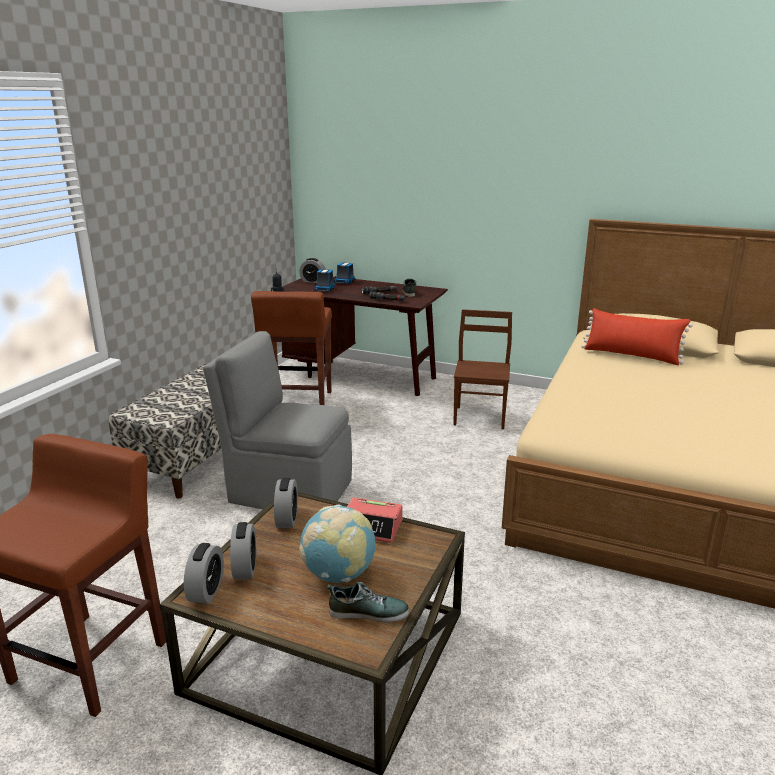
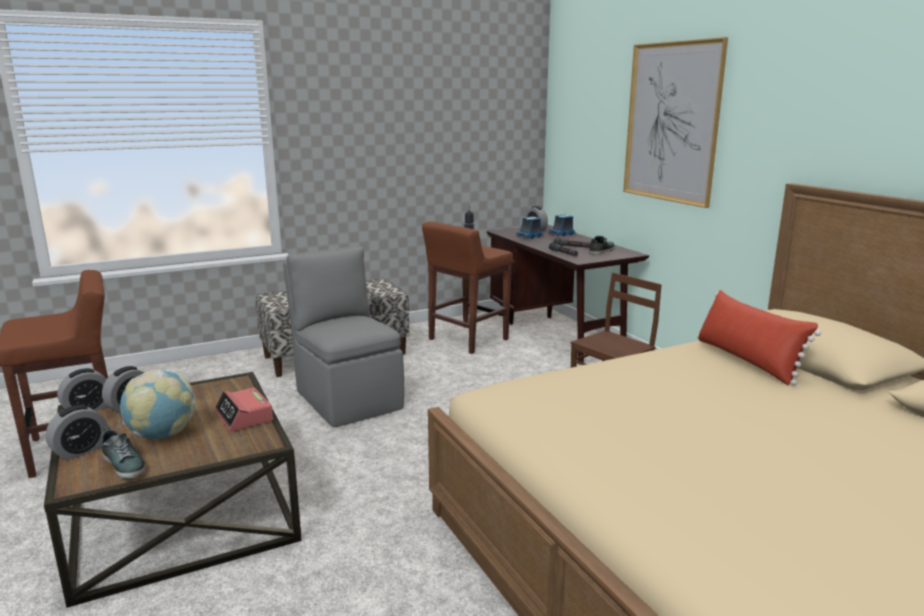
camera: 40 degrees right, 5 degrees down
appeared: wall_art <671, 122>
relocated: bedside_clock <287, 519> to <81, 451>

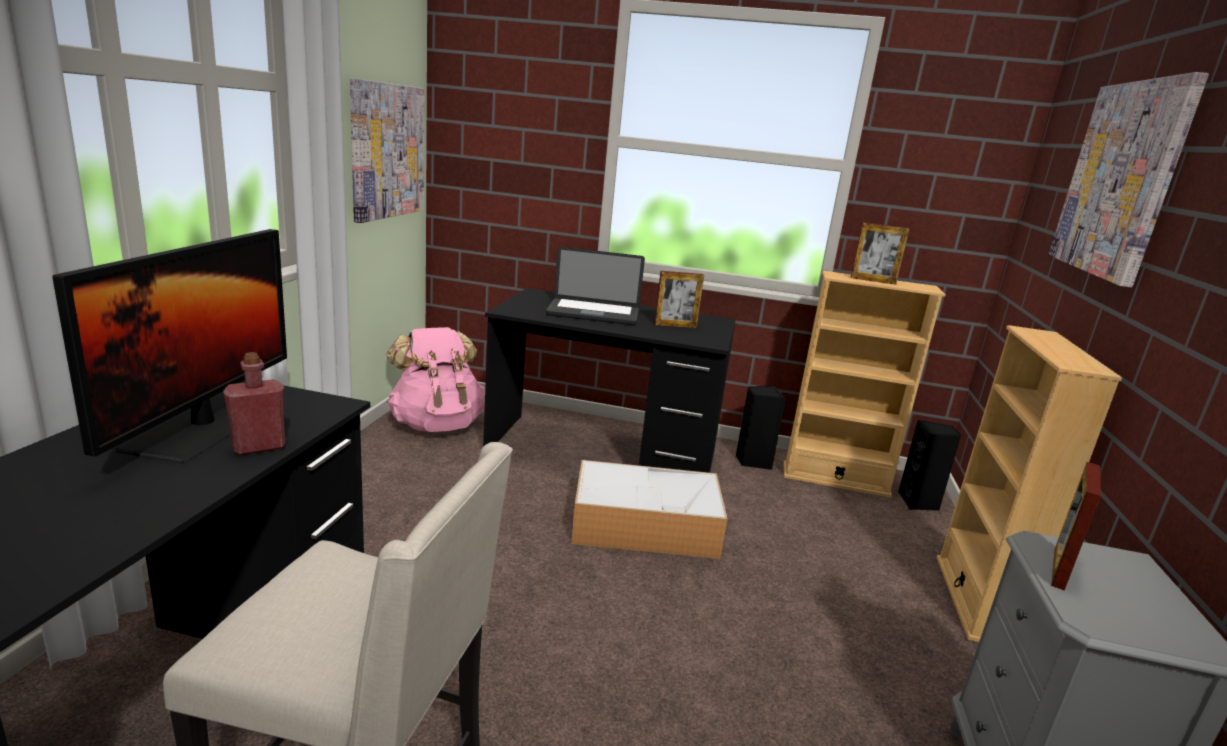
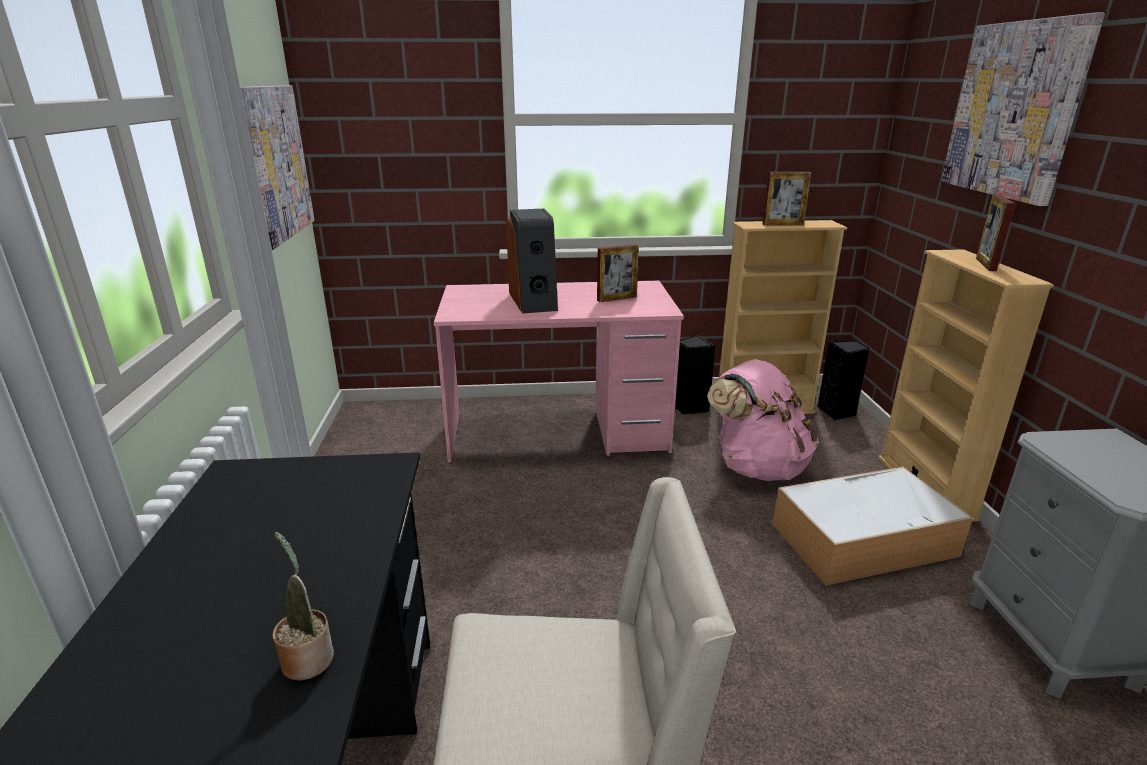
camera: 15 degrees left, 5 degrees up
missing: computer_screen <206, 425>; reddish_bottle <259, 447>
appeared: potted_plant <307, 657>
relocated: pinkish_rucksack <437, 424> to <757, 467>; storage_bin <647, 525> to <864, 539>; picture_frame <1059, 568> to <985, 264>
exchanged: notebook_computer <593, 313> to loudspeaker <534, 301>
colour: black-coloured_desk_unit <603, 454> to pinkish_desk_unit <558, 433>

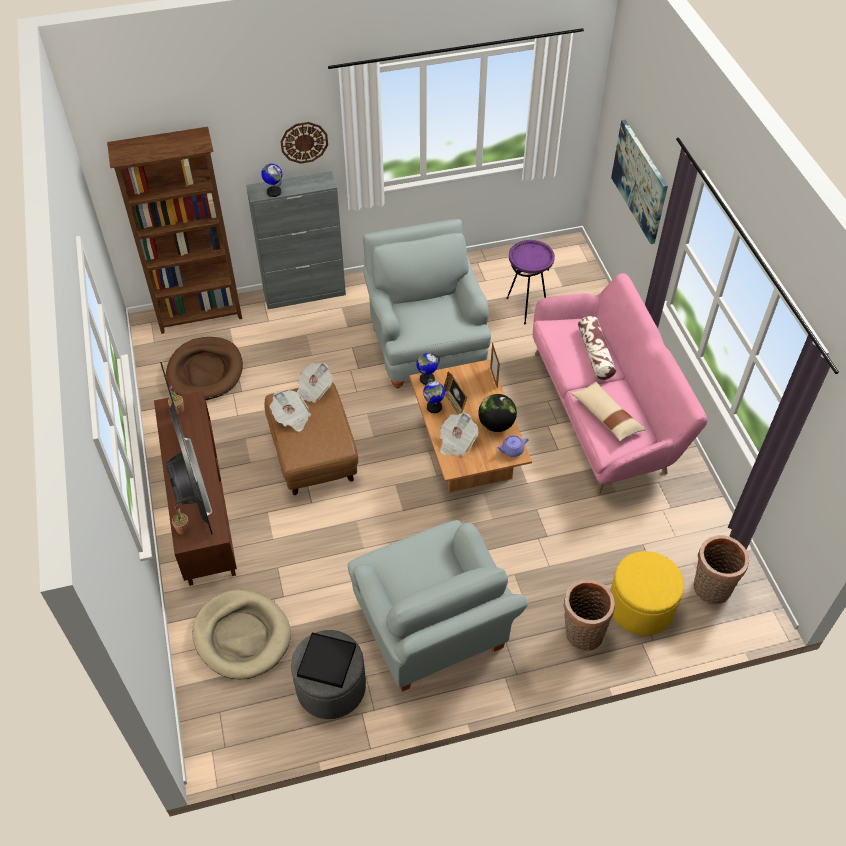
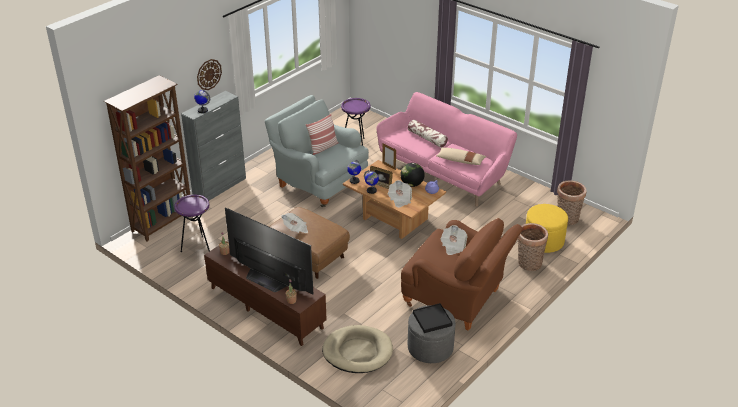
camera: 35 degrees left, 15 degrees down
missing: wall_art <640, 181>
appeared: throw_pillow <323, 147>
relocated: daily_paper <313, 389> to <453, 246>
exchanged: brownish_pet_bed <205, 371> to purple-coloured_accent_table <198, 247>
colour: greyish_armchair <432, 632> to brownish_armchair <457, 299>

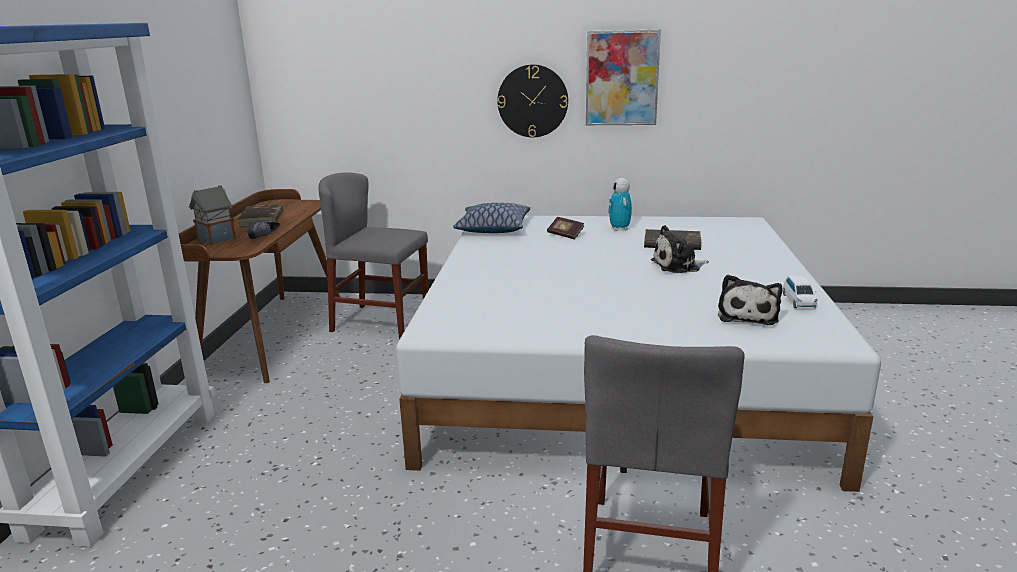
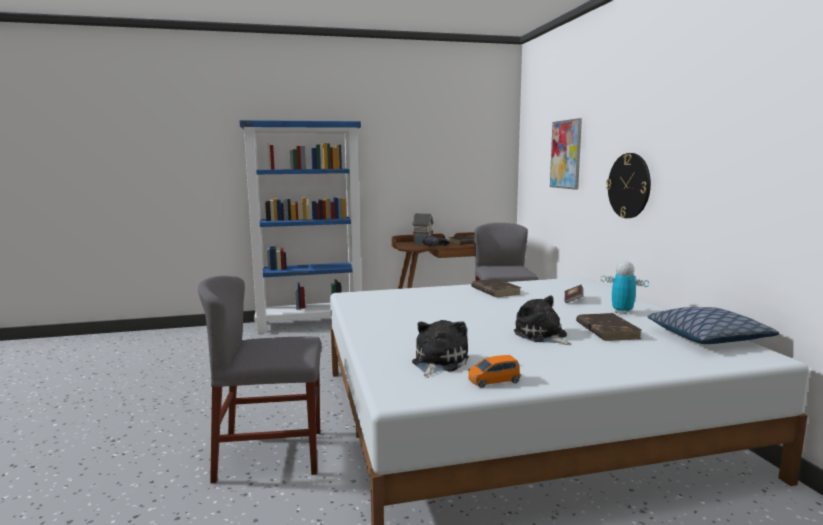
camera: 70 degrees right, 10 degrees down
appeared: brownish_volume <495, 290>
relocated: wall_art <622, 78> to <566, 154>; throw_pillow <493, 228> to <707, 337>
colour: white-coloured_model_car <798, 301> to orange_model_car <493, 381>
spun: soft_toy <747, 315> = <438, 362> 120 degrees clockwise; robot_figure <619, 229> = <622, 312> 60 degrees clockwise

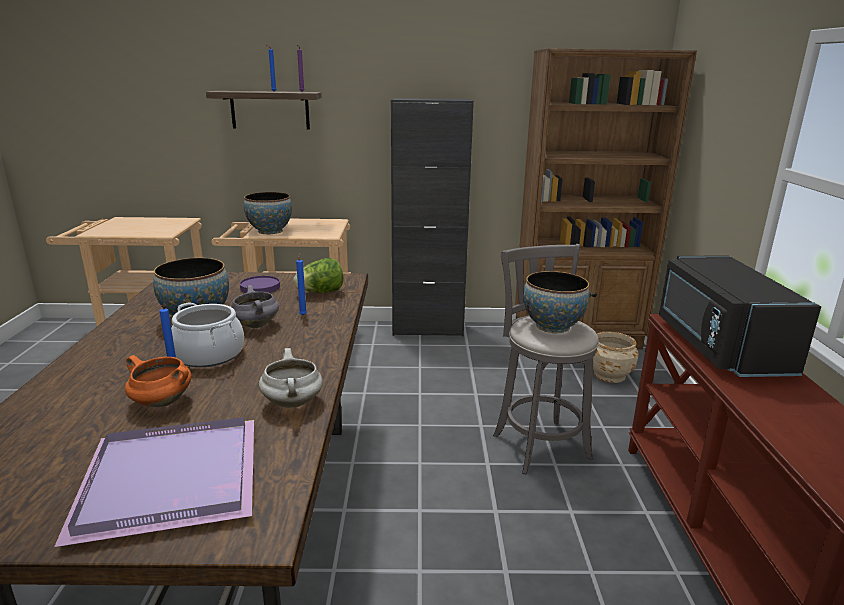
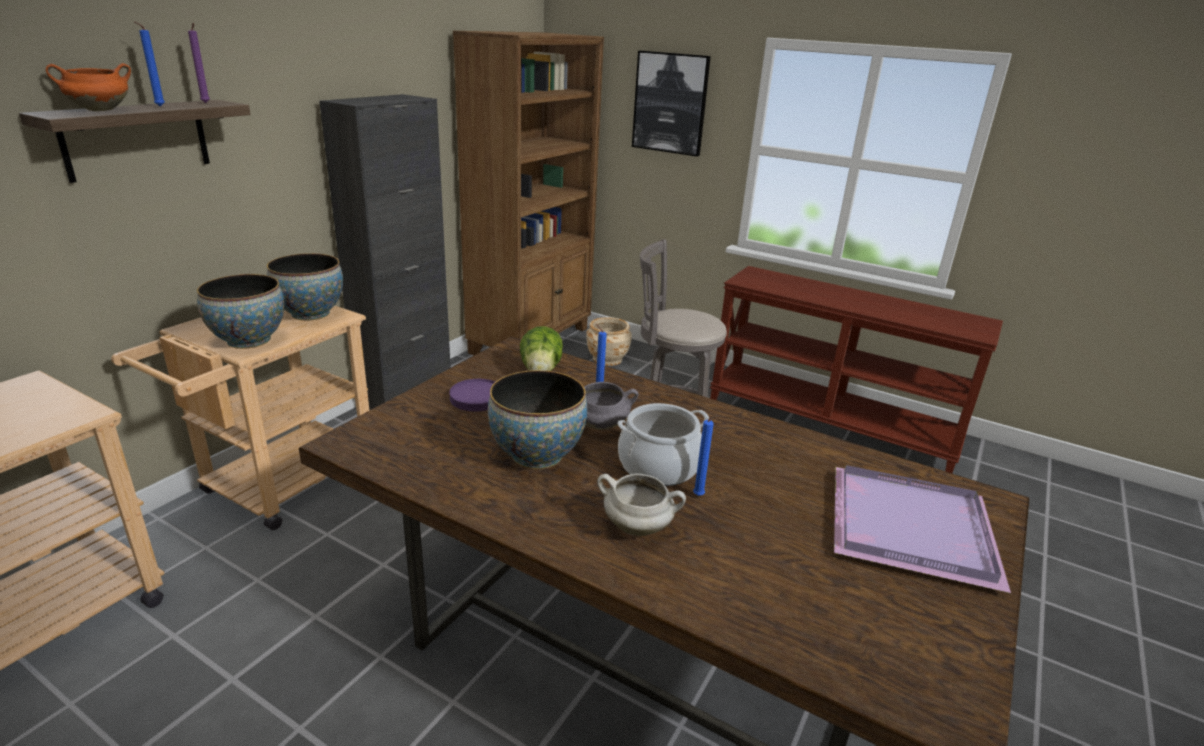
camera: 60 degrees left, 5 degrees up
missing: black-coloured_microwave_oven <717, 346>
appeared: wall_art <670, 103>
relocated: orange_saucepot <161, 402> to <99, 110>; serving_bowl <552, 326> to <310, 314>; white-coloured_saucepot <293, 403> to <638, 527>

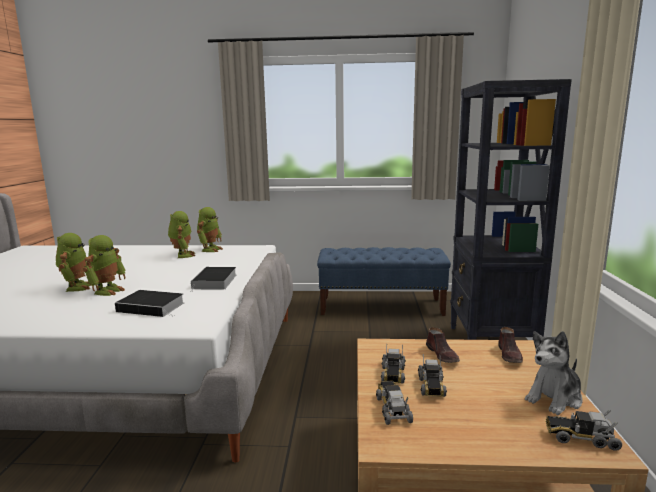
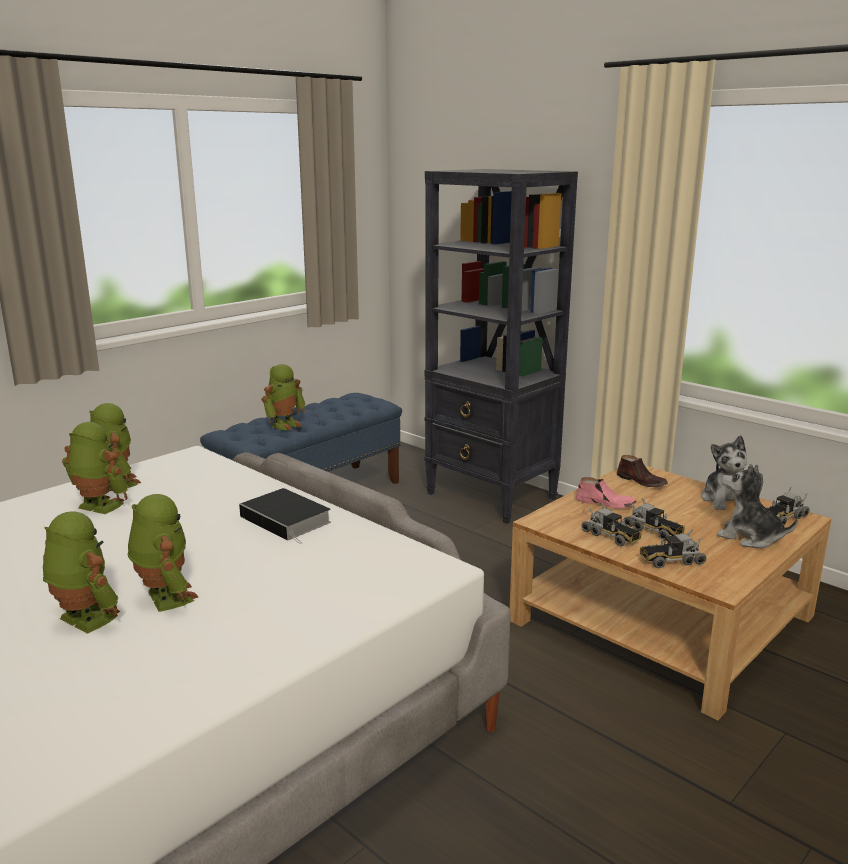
camera: 50 degrees left, 5 degrees up
missing: volume <153, 307>
appeared: robot_figure <285, 424>; soft_toy <749, 537>
colour: brownish_low_shoe <442, 355> to pinkish_low_shoe <605, 503>
spun: toy_truck <392, 408> = <671, 560> 45 degrees counterclockwise

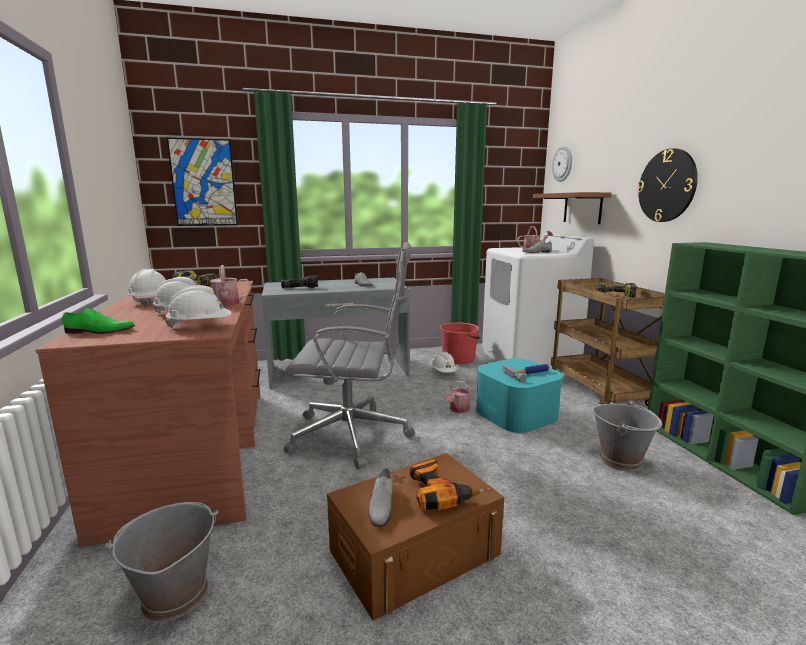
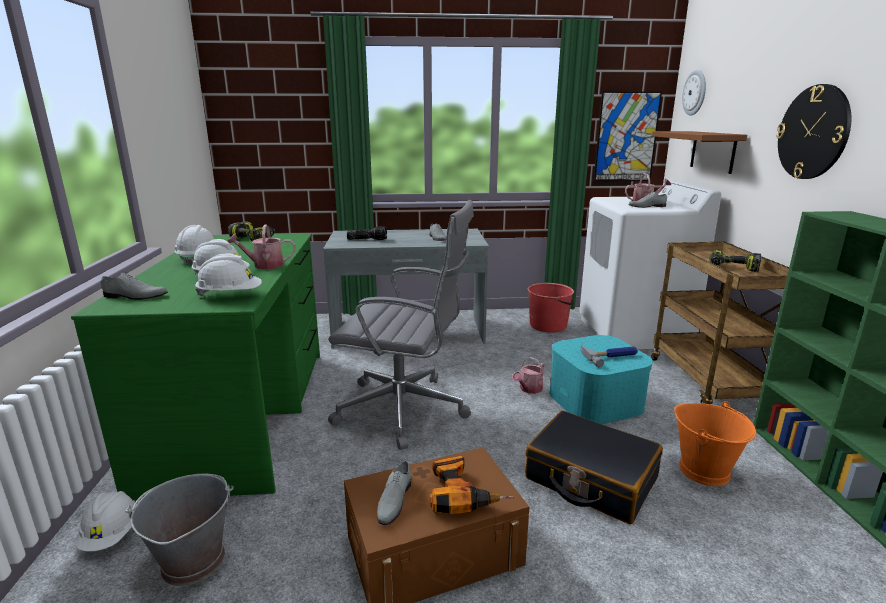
camera: 10 degrees right, 5 degrees up
appeared: black-coloured_travel_case <590, 479>
relocated: white-coloured_safety_helmet <443, 372> to <112, 535>; wall_art <203, 183> to <626, 137>
colour: brownish_desk_unit <196, 451> to green-coloured_desk_unit <244, 412>; green-coloured_low_shoe <99, 331> to greyish_low_shoe <135, 296>; greyish_bucket <621, 460> to orange_bucket <704, 470>

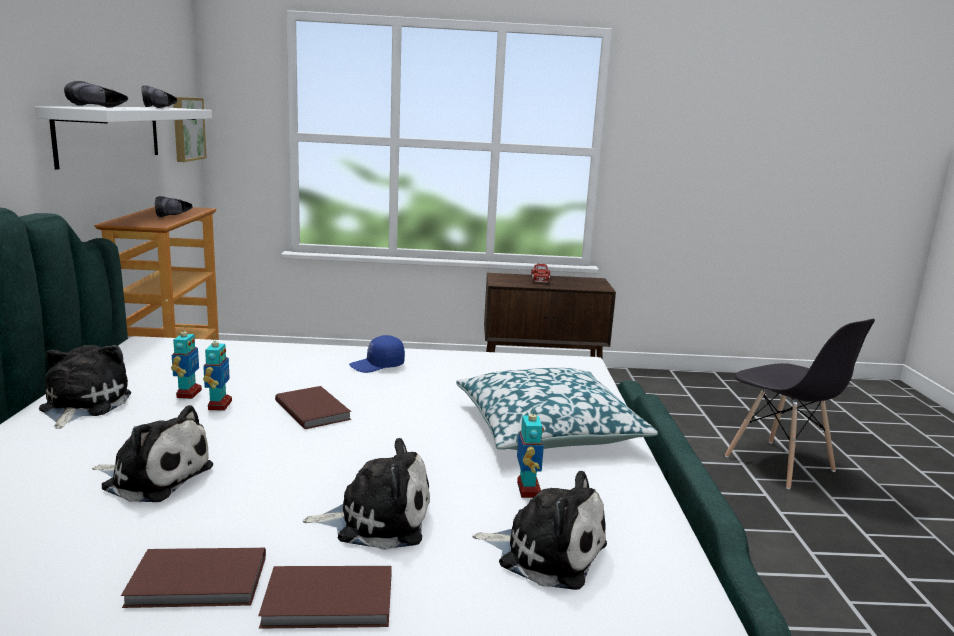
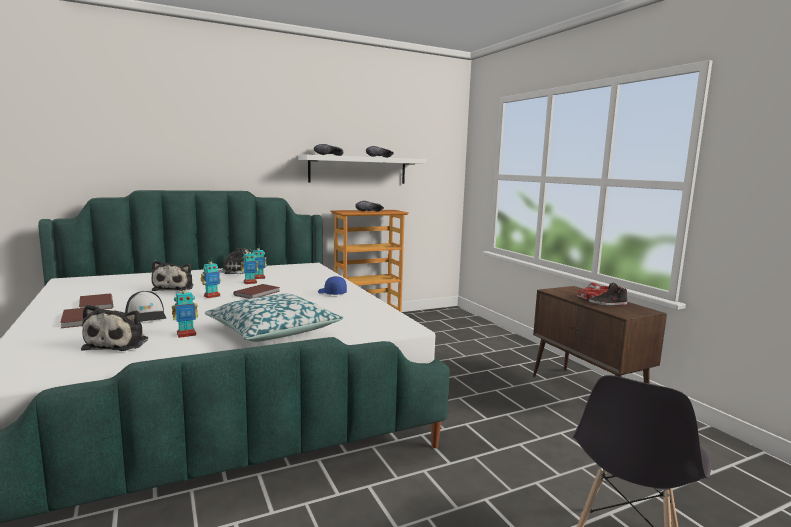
camera: 65 degrees right, 5 degrees down
missing: wall_art <186, 128>
appeared: robot_figure <212, 296>; black-coloured_low_shoe <608, 304>
exchanged: soft_toy <377, 520> to baseball_cap <146, 316>

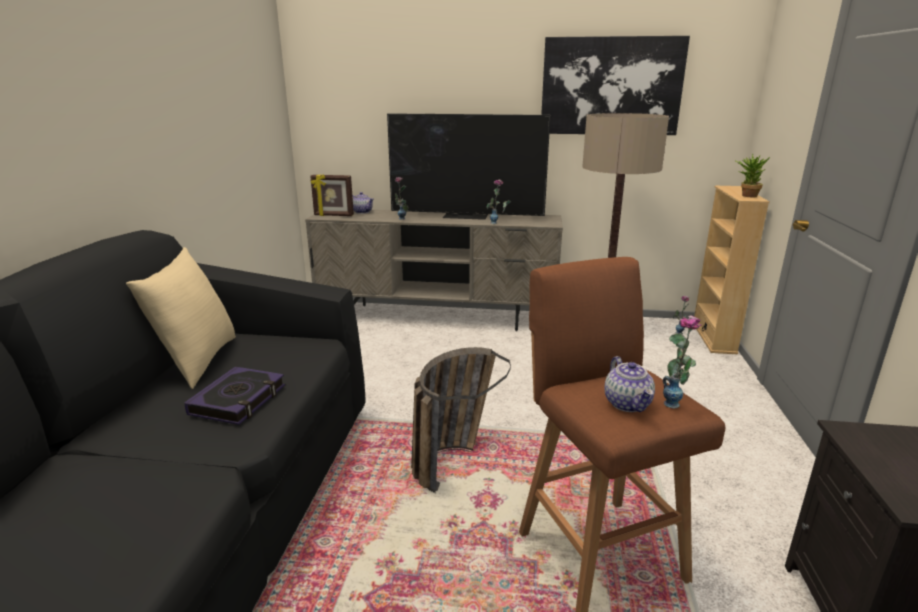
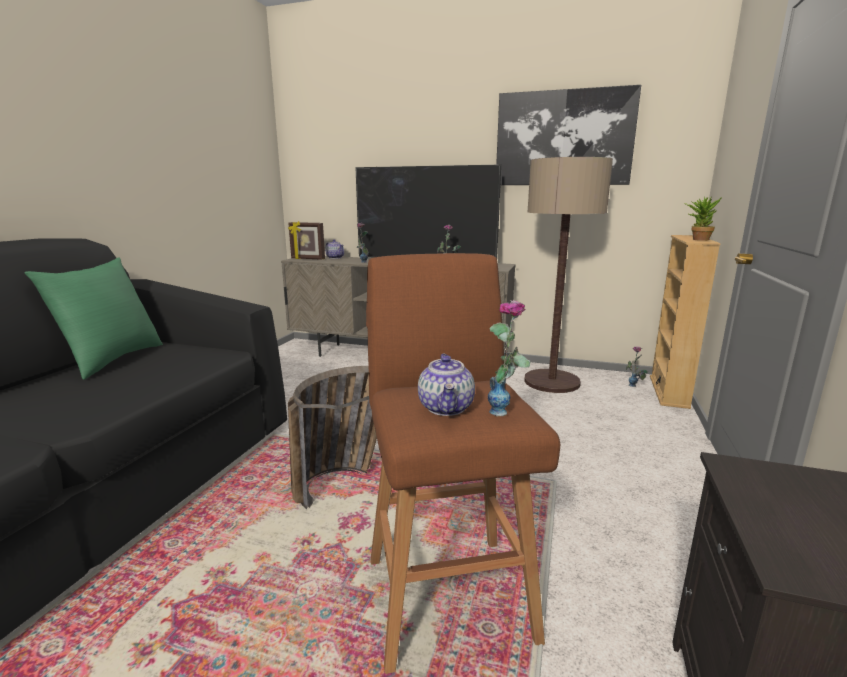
camera: 10 degrees right, 5 degrees down
missing: volume <238, 400>
colour: beige_throw_pillow <197, 361> to green-coloured_throw_pillow <112, 360>

